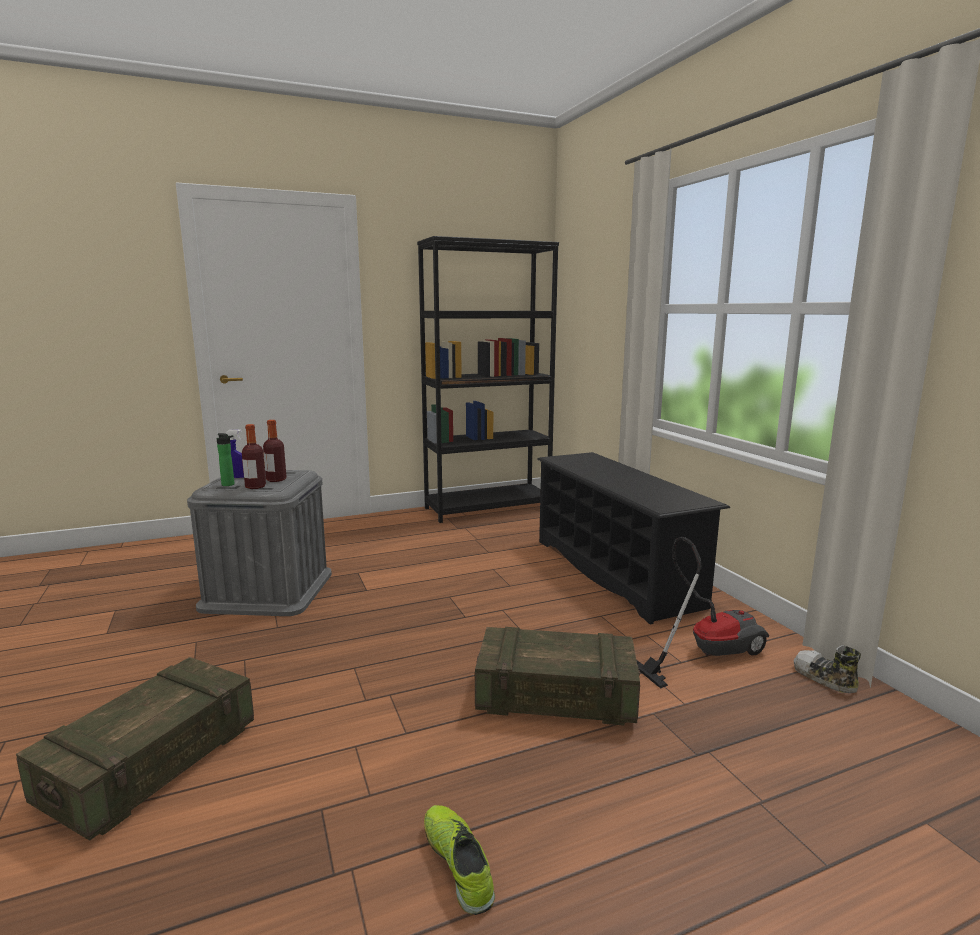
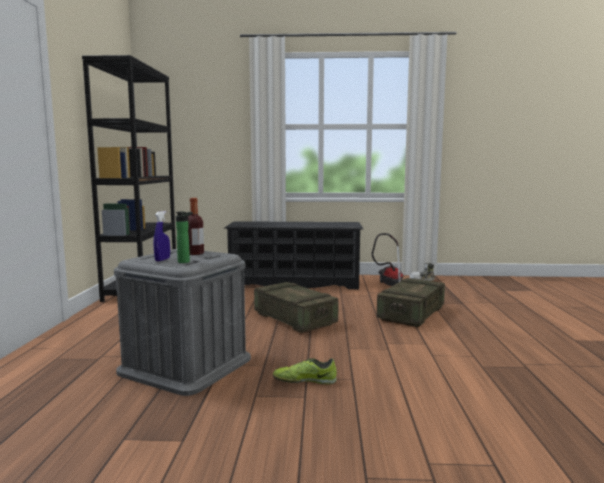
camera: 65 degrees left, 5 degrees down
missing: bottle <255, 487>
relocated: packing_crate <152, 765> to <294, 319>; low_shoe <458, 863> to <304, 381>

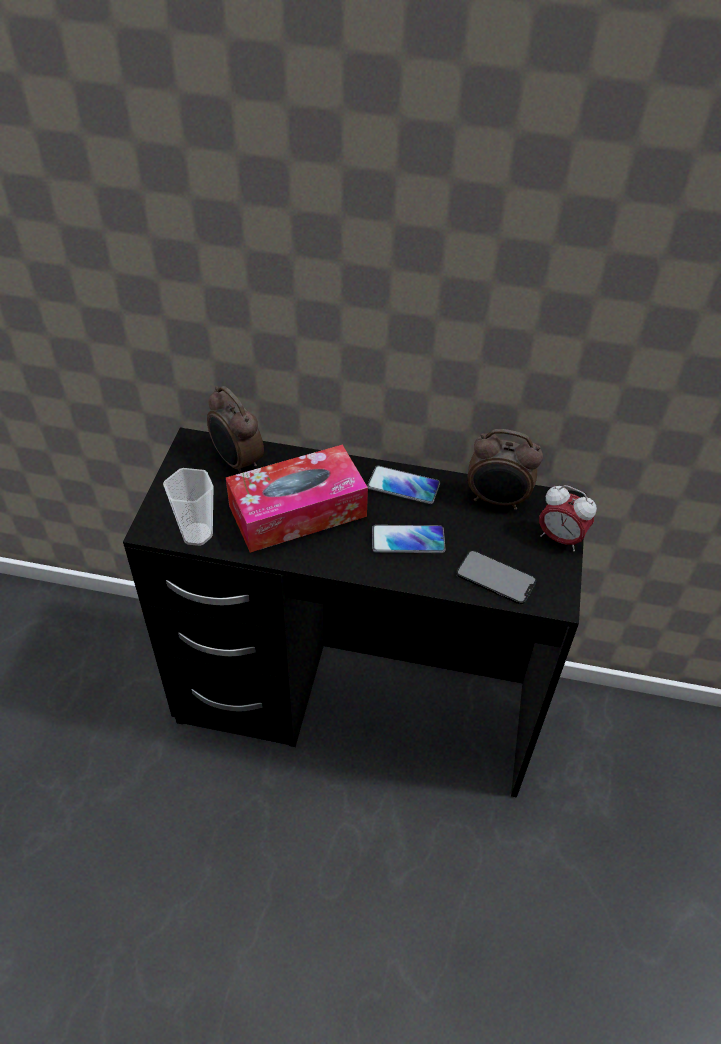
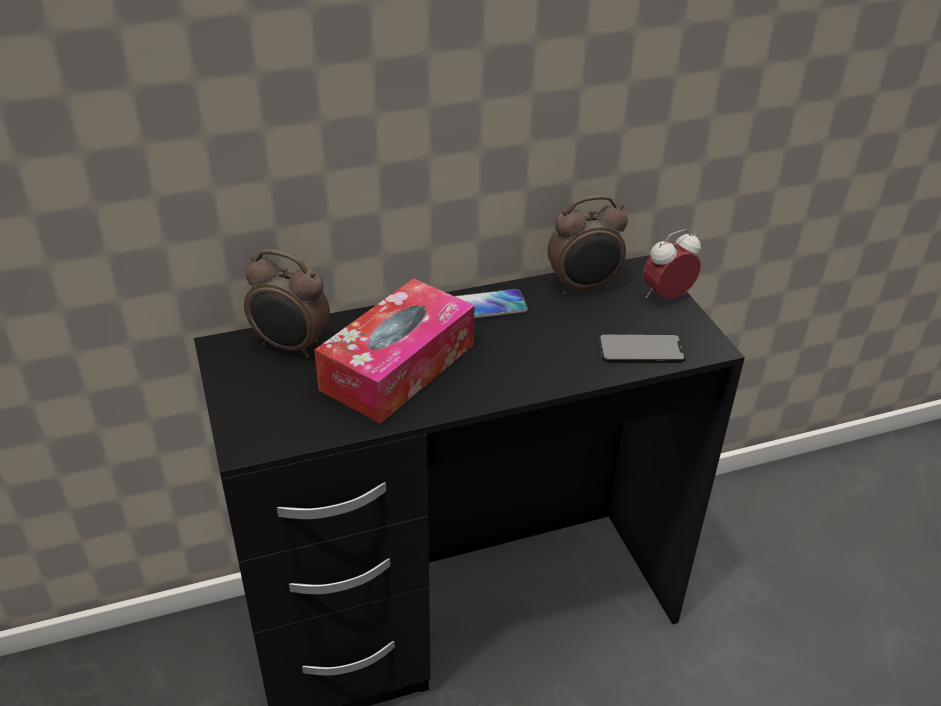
camera: 30 degrees left, 10 degrees down
missing: small_cup <197, 534>; telephone <408, 540>
spun: bedside_clock <560, 538> = <666, 297> 150 degrees clockwise

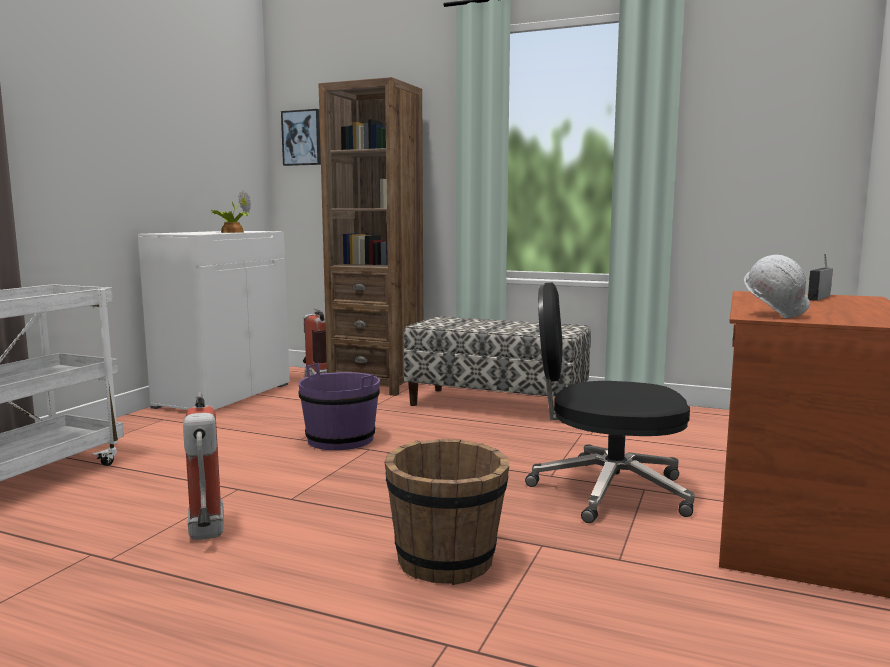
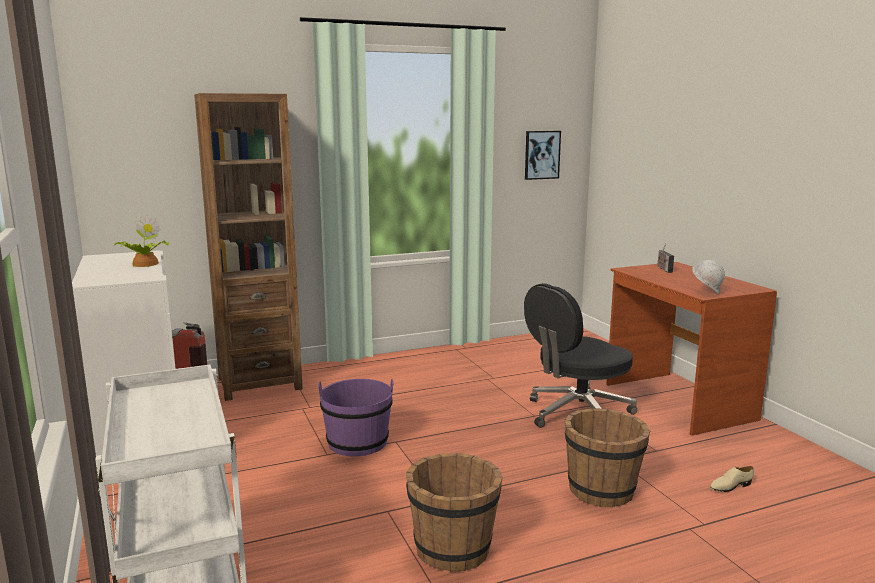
camera: 45 degrees left, 5 degrees up
missing: long_seat <497, 405>
appeared: beige_low_shoe <730, 486>
relocated: wall_art <302, 138> to <541, 155>
exchanged: extinguisher <206, 534> to brownish_bucket <453, 549>

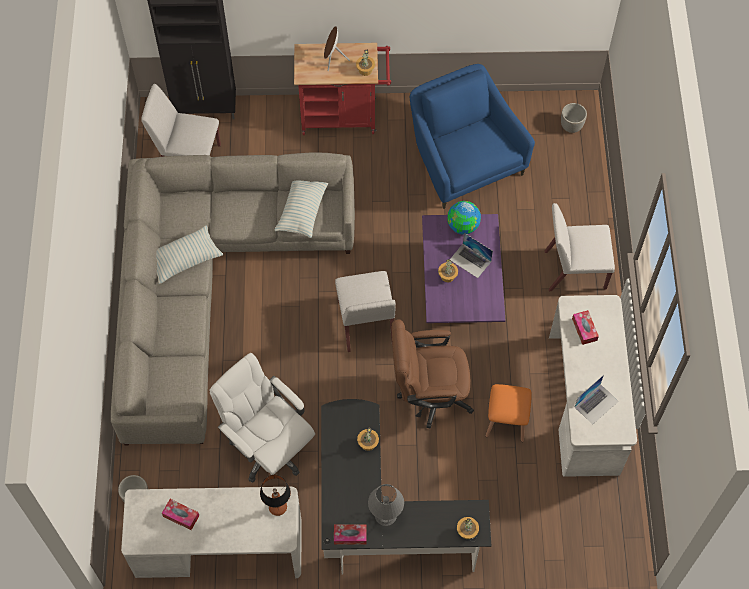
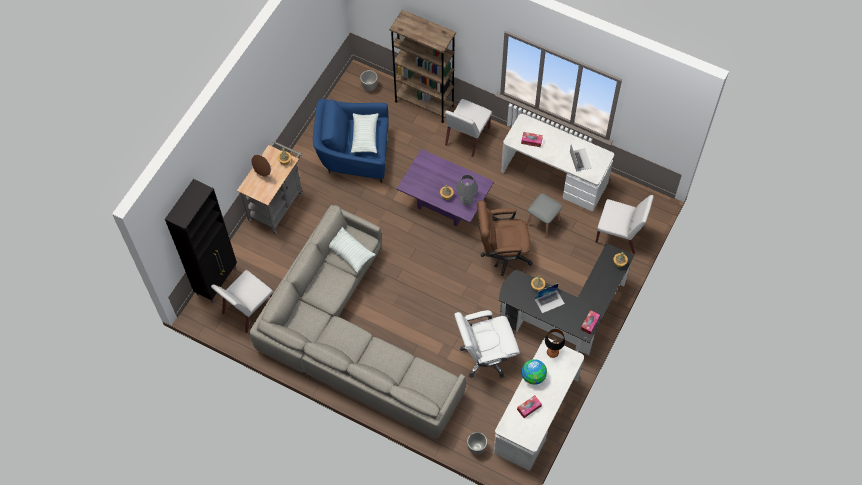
camera: 60 degrees left, 0 degrees up
appeared: brownish_bookcase <424, 103>
relocated: throw_pillow <184, 259> to <365, 136>; greyish_table_lamp <386, 515> to <466, 199>; world_globe <463, 226> to <533, 376>; notebook_computer <470, 260> to <549, 301>; white-coloured_upright_chair <366, 323> to <619, 235>
colour: reddish_wheeled_cart <344, 116> to greyish_wheeled_cart <277, 204>; orange_stool_seat <506, 422> to greyish_stool_seat <543, 222>
spun: brownish_desk_chair <428, 394> = <502, 253> 60 degrees clockwise

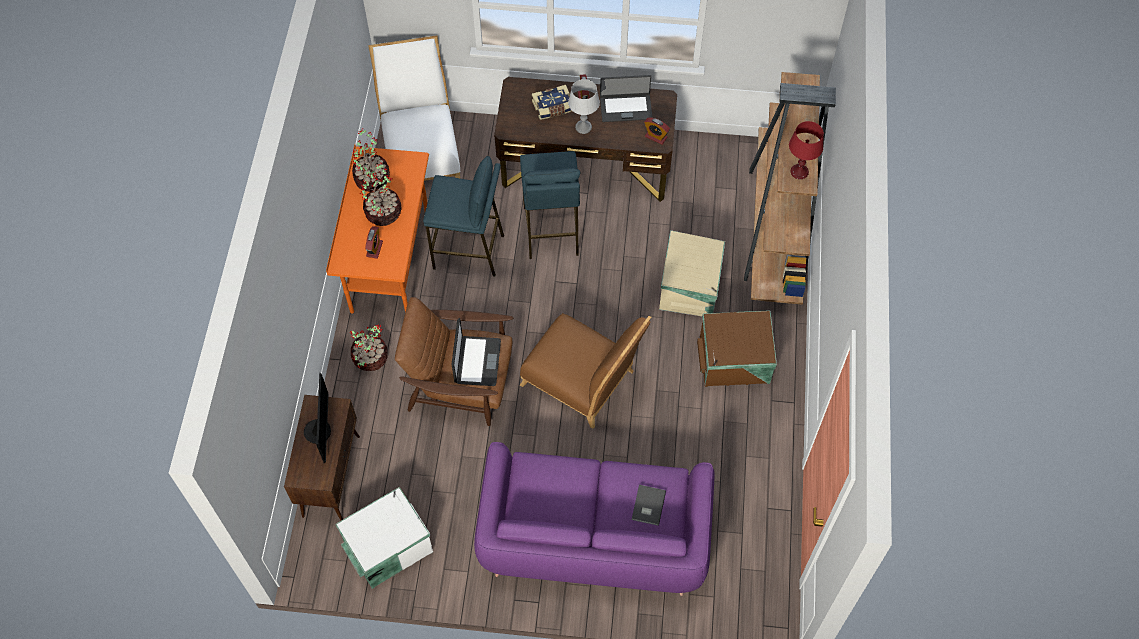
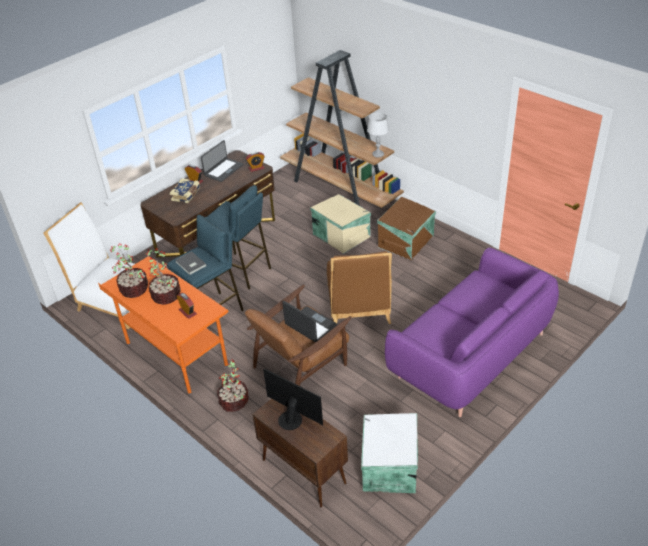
camera: 50 degrees left, 20 degrees down
missing: reddish_table_lamp <799, 172>
relocated: greyish_volume <647, 506> to <190, 264>; greyish_table_lamp <583, 127> to <378, 154>
spun: brownish_upright_chair <583, 382> = <358, 307> 105 degrees clockwise

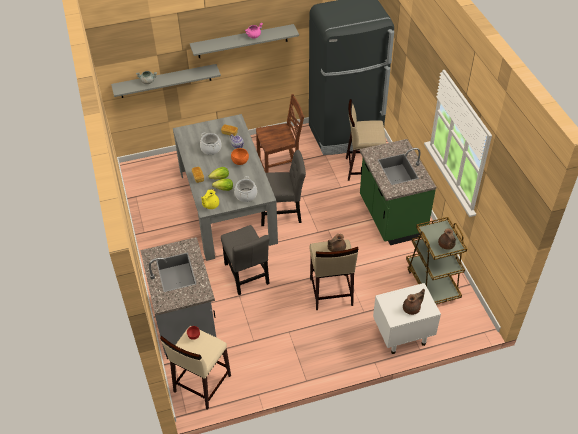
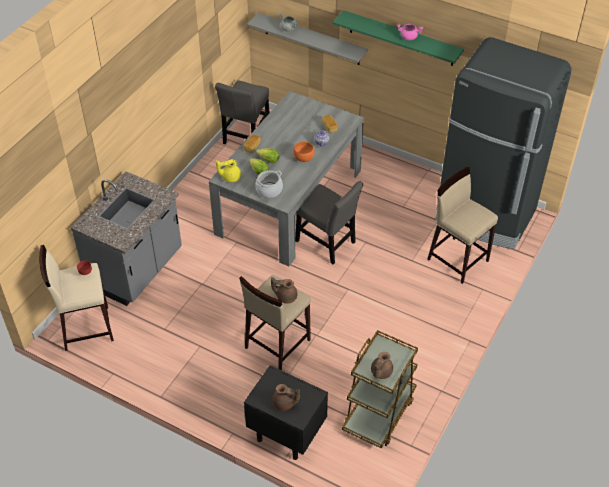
camera: 45 degrees right, 0 degrees up
missing: saucepot <211, 149>; brownish_upright_chair <280, 171>; green-coloured_counter <390, 217>
relocated: greyish_upright_chair <247, 276> to <246, 136>
colour: white-coloured_bedside_table <401, 335> to black-coloured_bedside_table <286, 433>; greyish_wall_shelf <242, 41> to green-coloured_wall_shelf <401, 38>

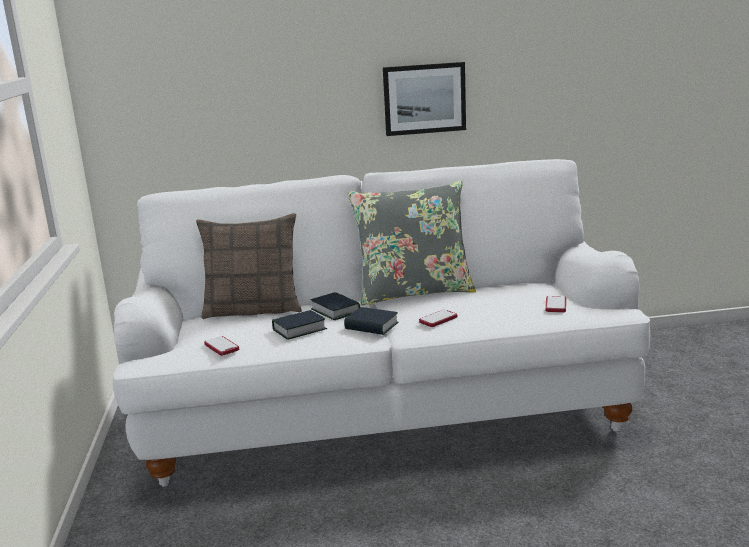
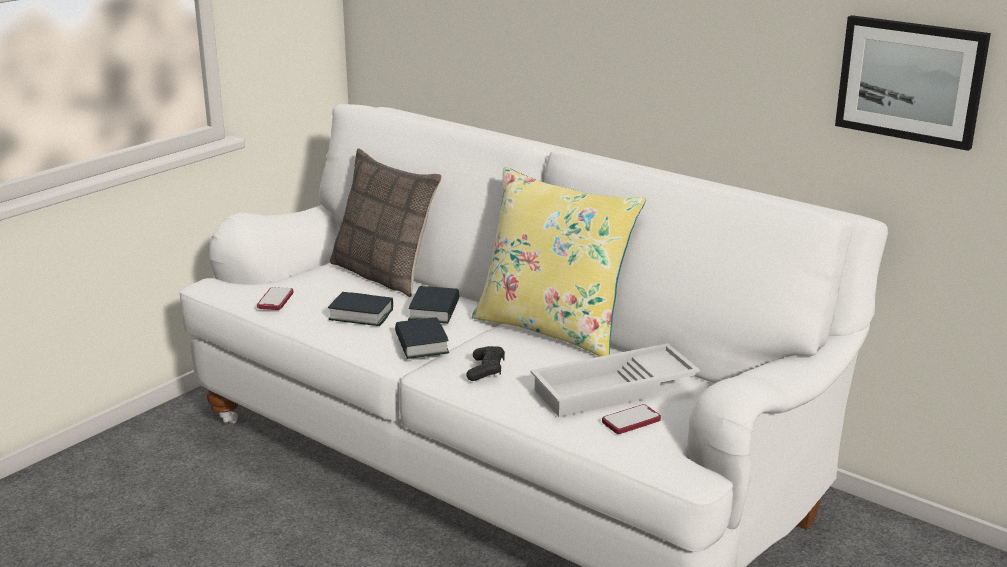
camera: 45 degrees right, 5 degrees up
appeared: white-coloured_tray <614, 390>
relocated: wall_art <424, 98> to <910, 80>
exchanged: telephone <438, 319> to black-coloured_gamepad <486, 370>
colour: greyish_throw_pillow <414, 292> to yellow-coloured_throw_pillow <553, 328>

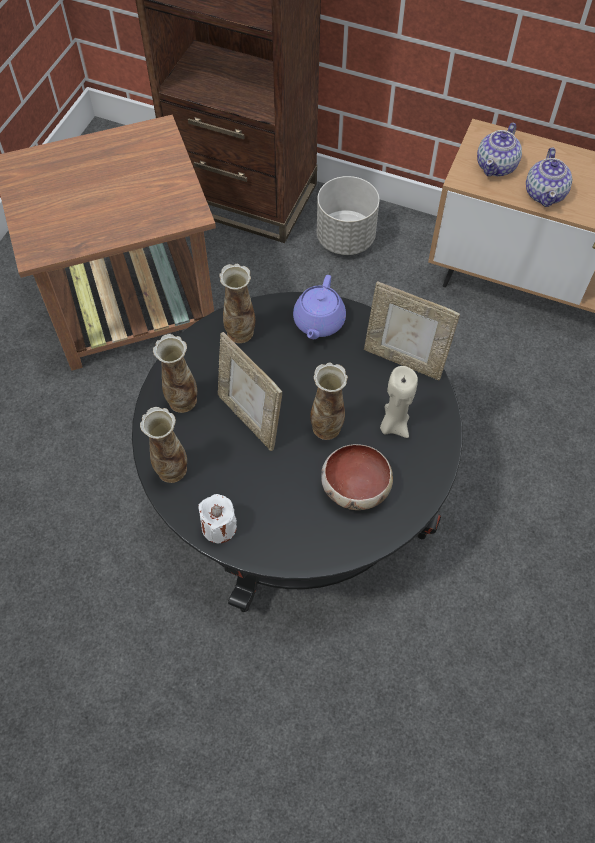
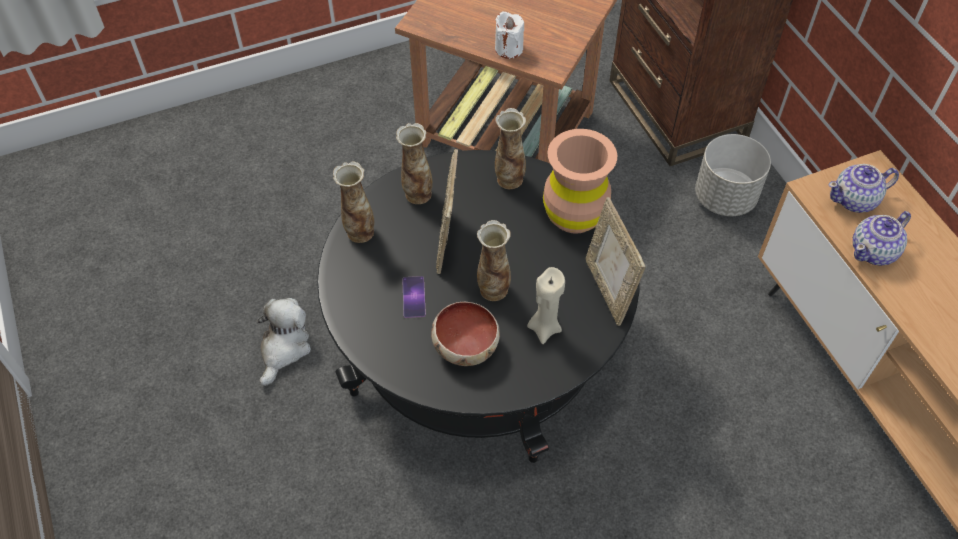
camera: 45 degrees right, 5 degrees down
appeared: soft_toy <284, 348>; telephone <413, 297>
relocated: white-coloured_wax_light <219, 527> to <509, 49>
exchanged: purple-coloured_teapot <318, 322> to brownish_decorative_vase <574, 215>

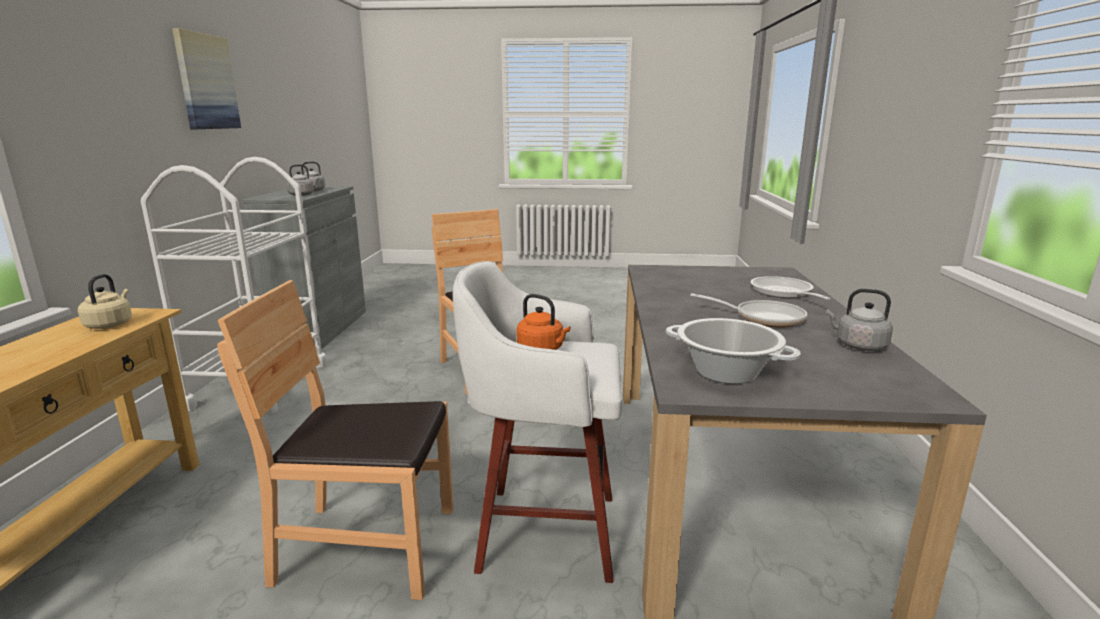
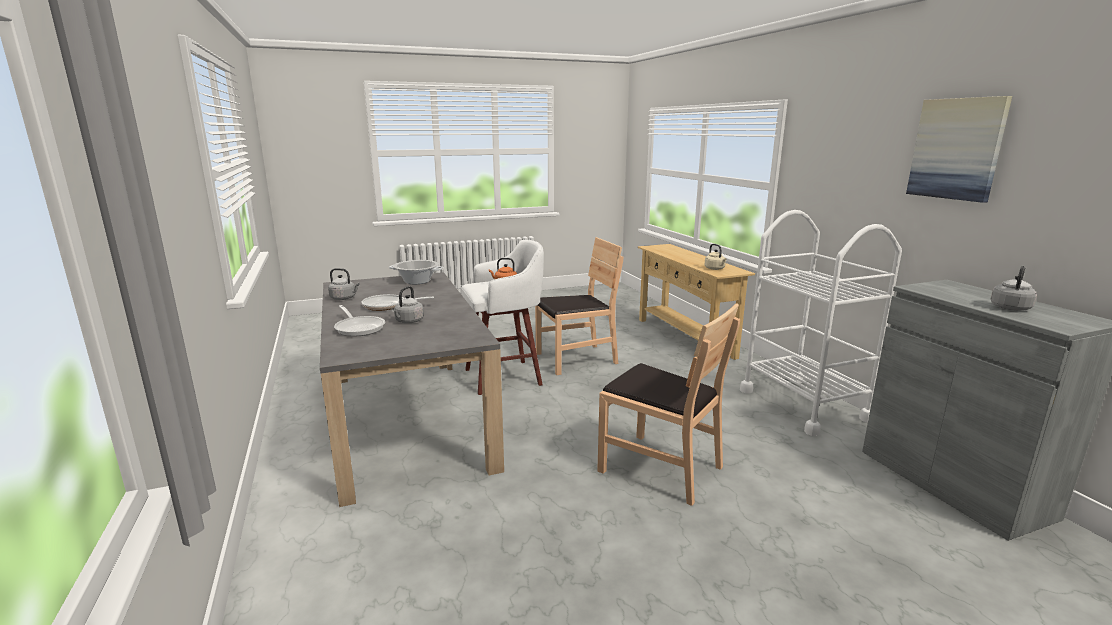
camera: 155 degrees right, 0 degrees up
relocated: greyish_water_kettle <303, 195> to <408, 321>

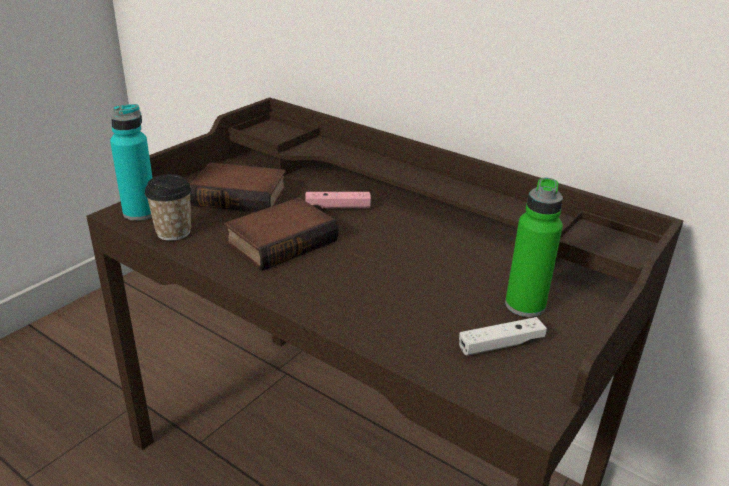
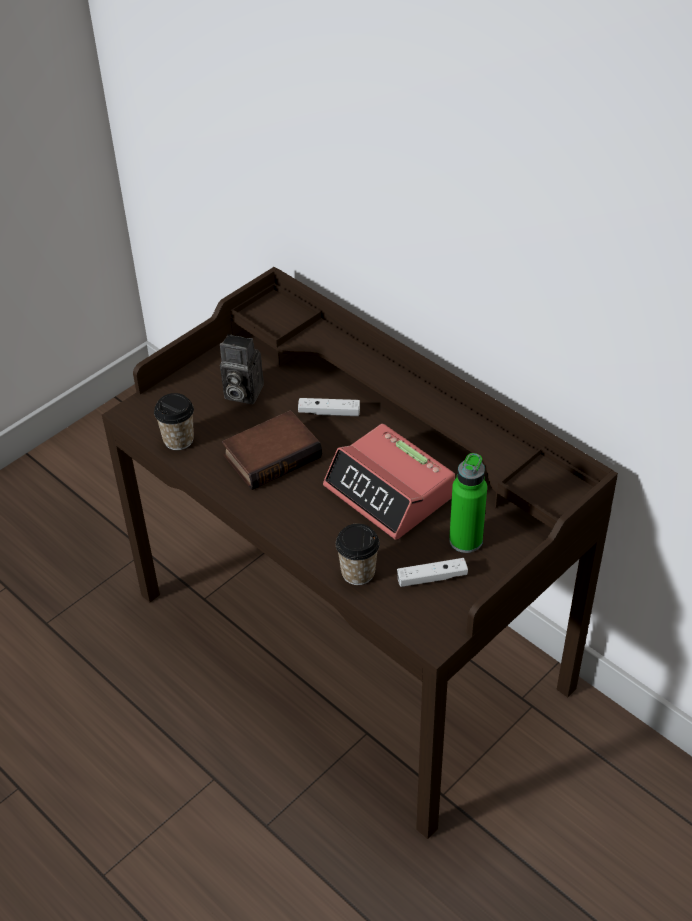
camera: 10 degrees right, 15 degrees up
missing: blue-green_bottle <140, 213>
appeared: bedside_clock <389, 492>; small_cup <358, 572>
exchanged: volume <241, 195> to still_camera <241, 393>
colour: pinkish_gamepad <338, 207> to white-coloured_gamepad <329, 412>

